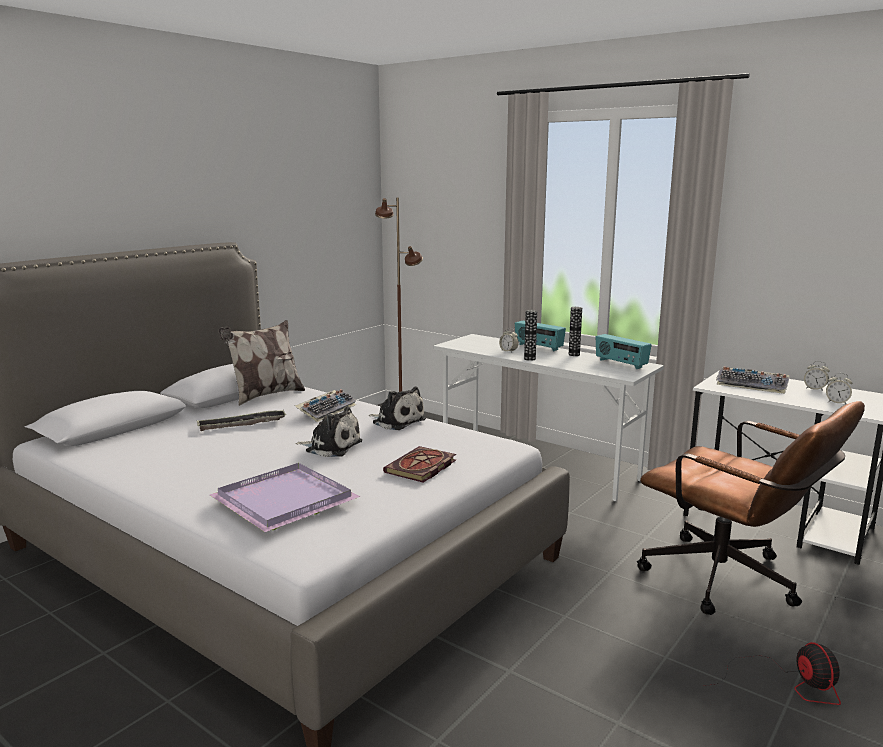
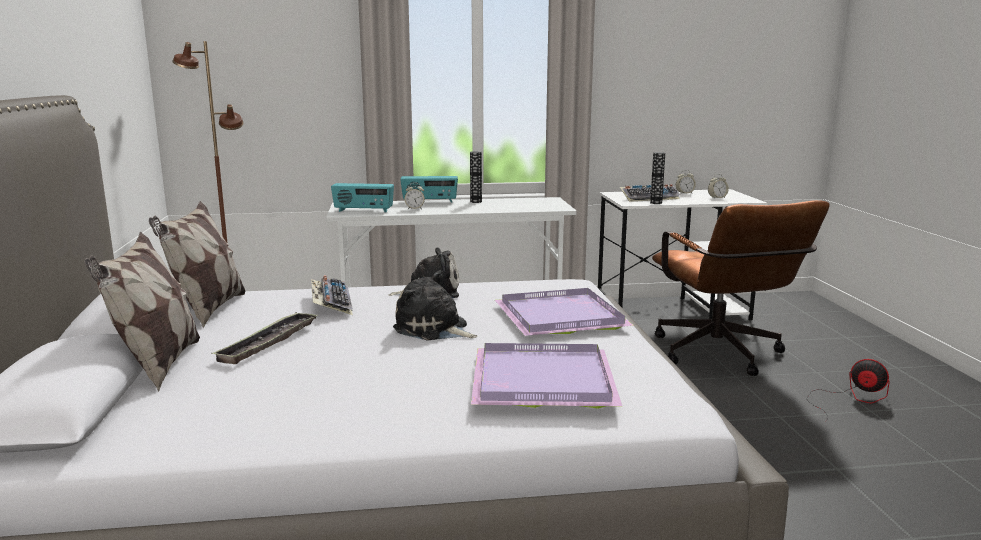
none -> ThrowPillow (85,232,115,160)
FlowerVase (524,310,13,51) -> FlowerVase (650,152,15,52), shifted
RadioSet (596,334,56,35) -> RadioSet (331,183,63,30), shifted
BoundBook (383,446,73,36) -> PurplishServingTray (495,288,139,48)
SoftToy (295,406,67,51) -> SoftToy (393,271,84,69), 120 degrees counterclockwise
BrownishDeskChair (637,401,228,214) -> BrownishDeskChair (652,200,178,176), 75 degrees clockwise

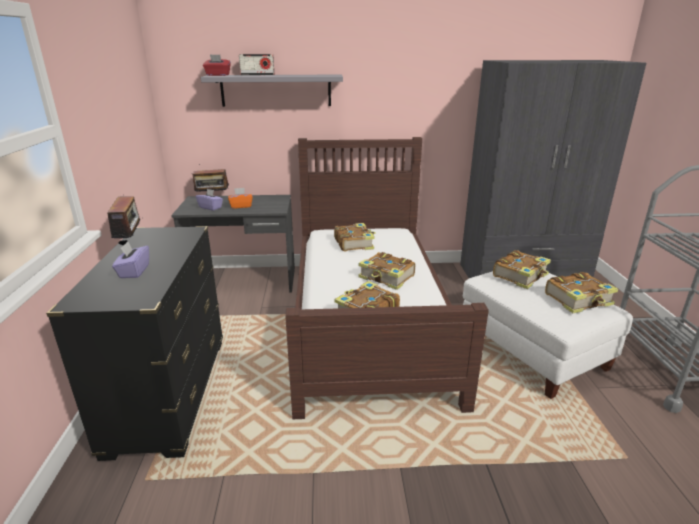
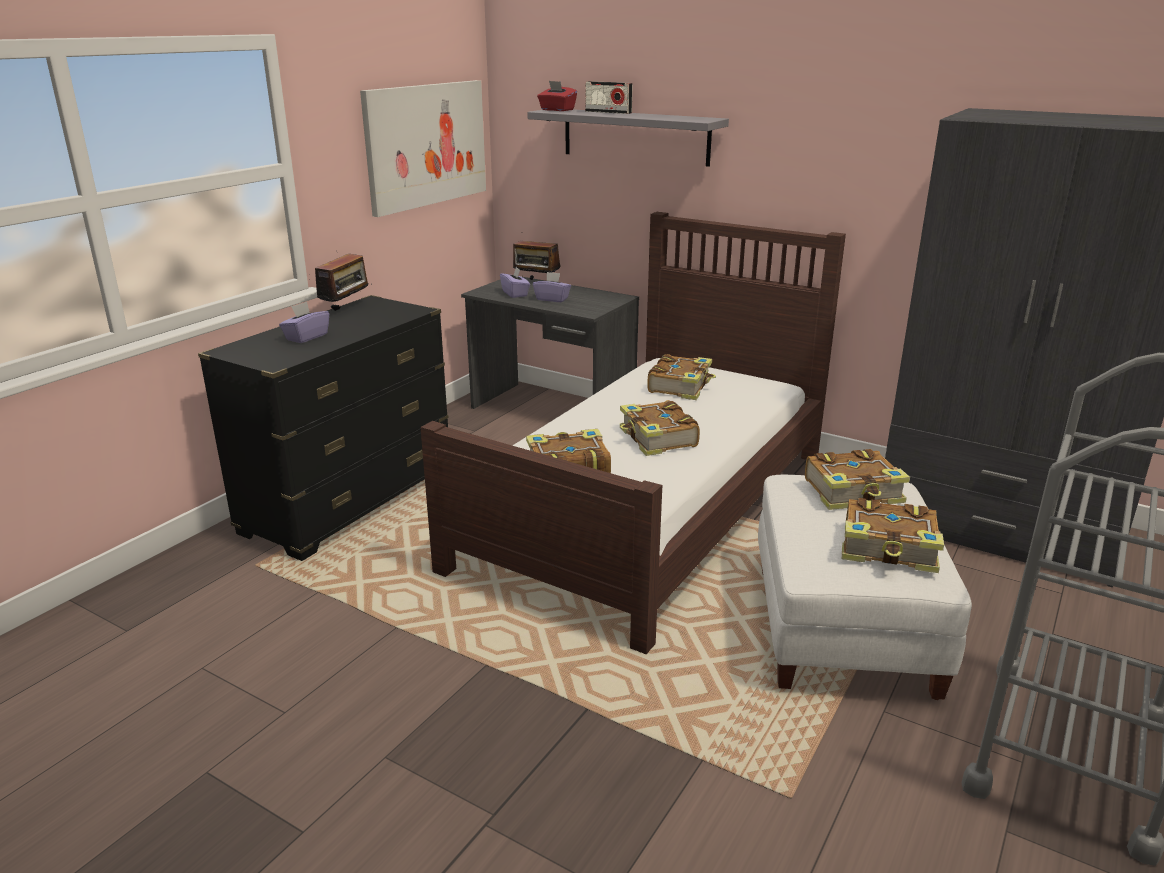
none -> WallPicture (360,80,126,137)
OrangeColouredTissueBox (228,188,25,21) -> PurplishTissueBox (533,272,38,30)

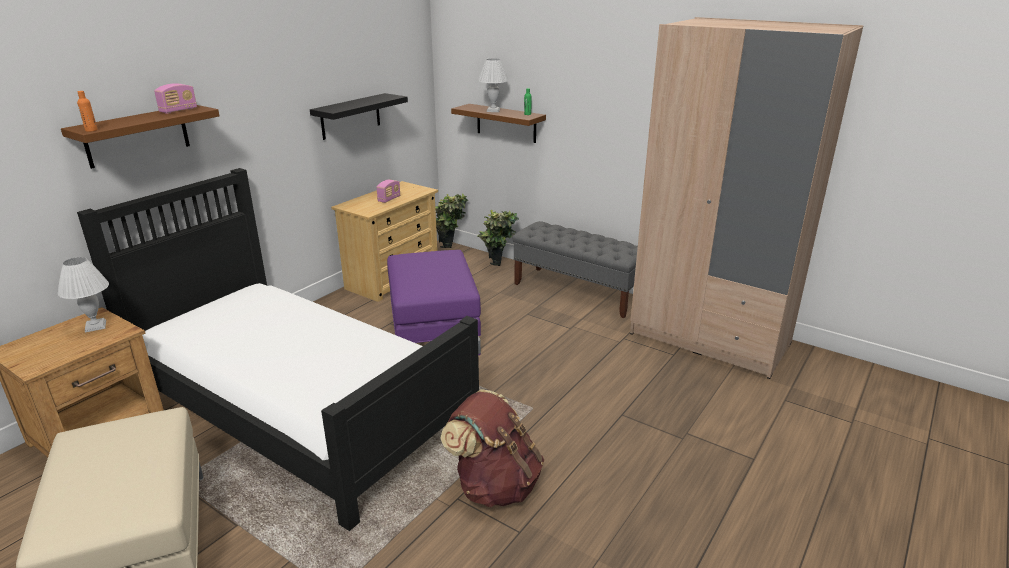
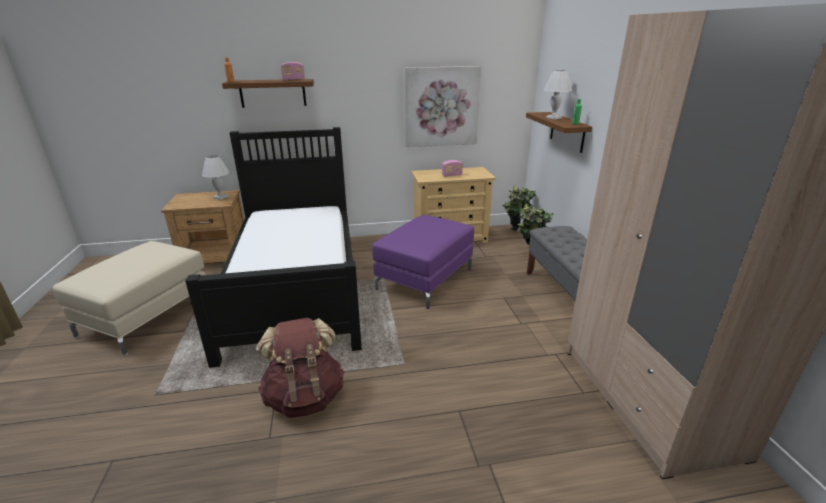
BlackColouredBracketShelf (310,93,98,47) -> WallPicture (404,66,77,81)

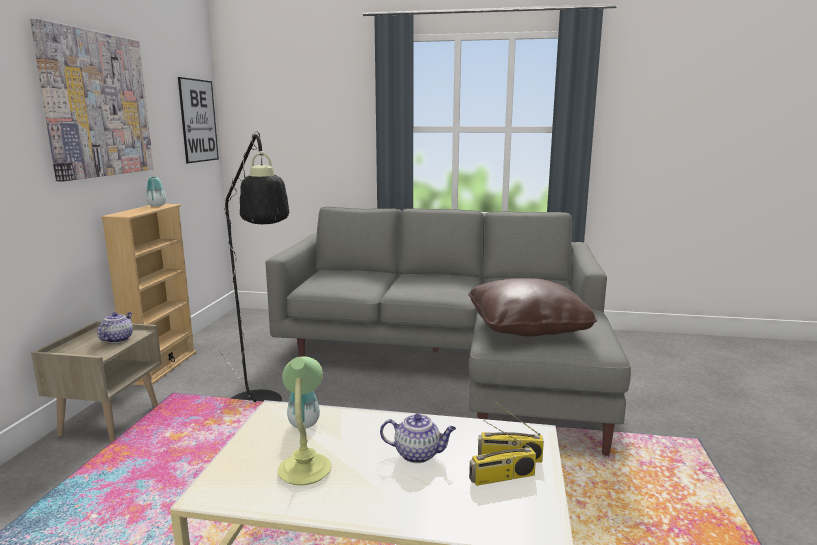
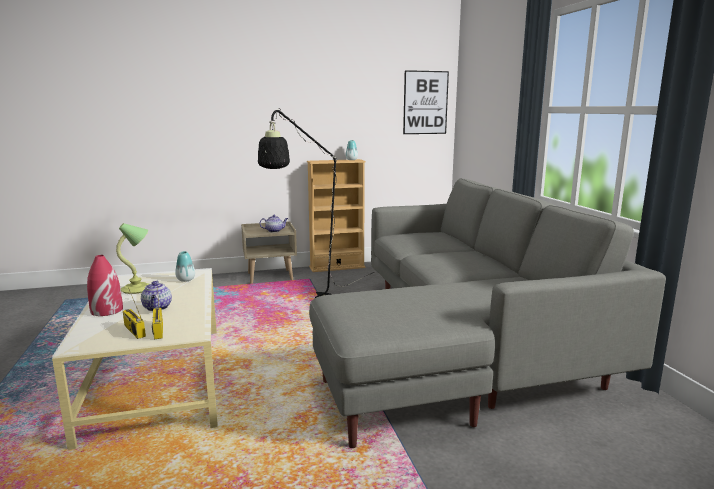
WallPicture (30,18,124,163) -> none
BrownishThrowPillow (468,278,129,59) -> none
none -> ReddishFlowerVase (87,255,36,61)

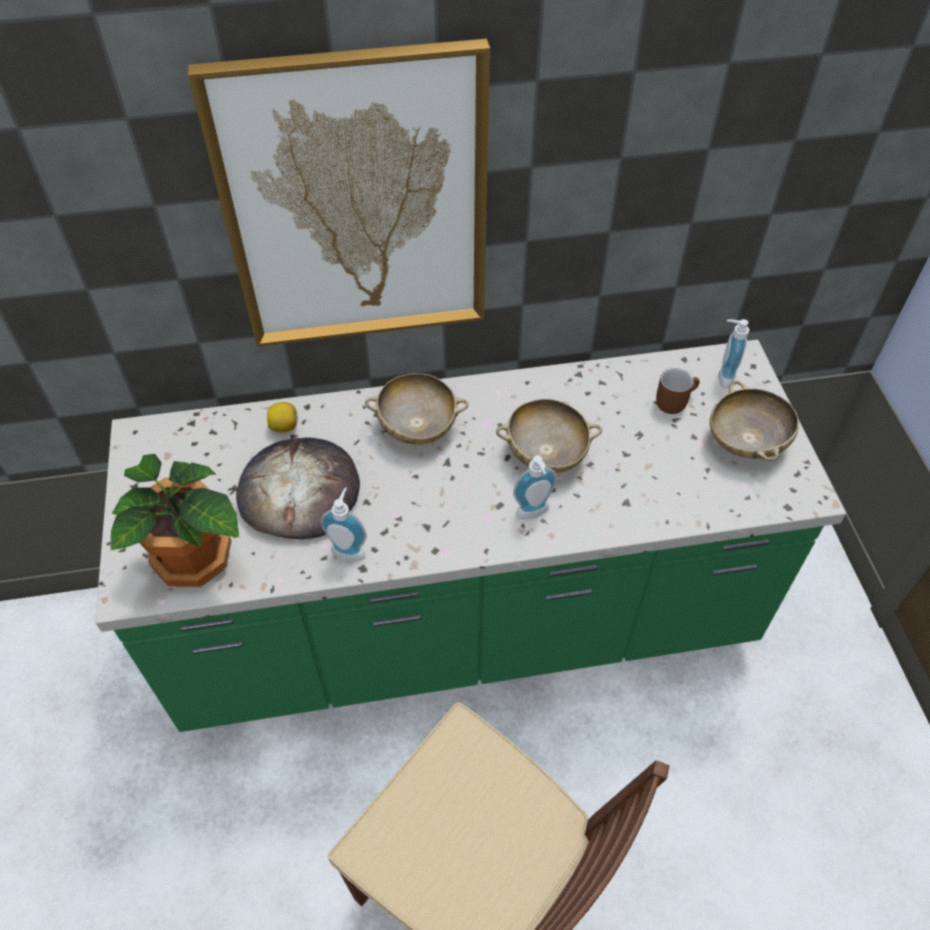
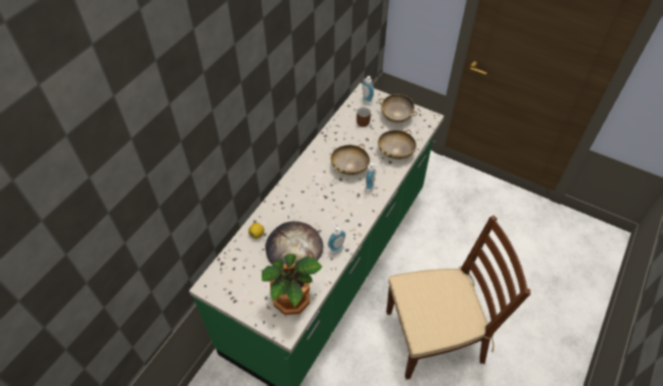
WallPicture (188,39,302,308) -> none
SandColouredBowl (365,373,103,72) -> SandColouredBowl (378,129,38,30), shifted

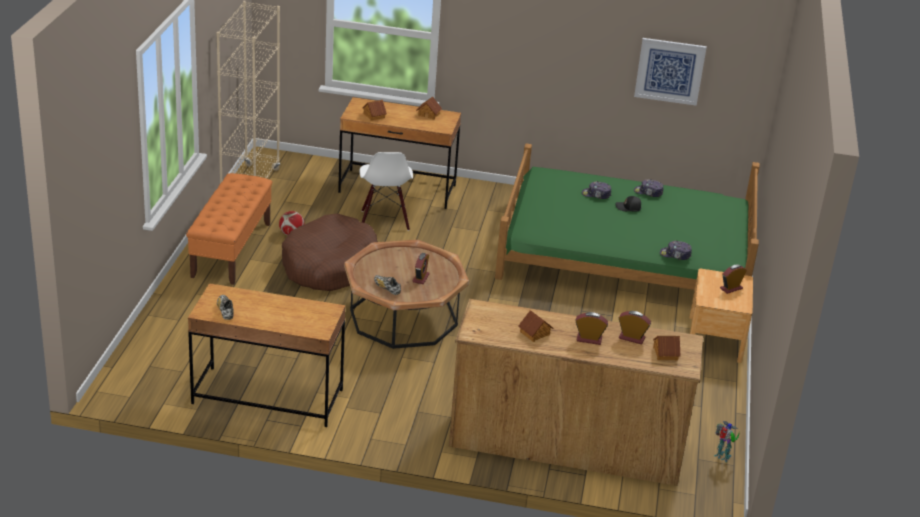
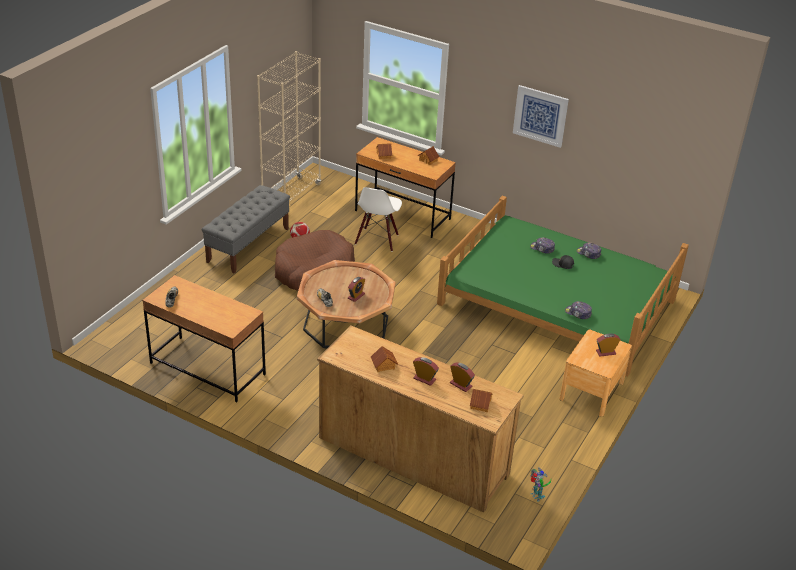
WallPicture (634,38,73,68) -> WallPicture (513,85,56,63), shifted
OrangeColouredIndoorBench (186,173,86,112) -> GreyishIndoorBench (202,185,88,89)

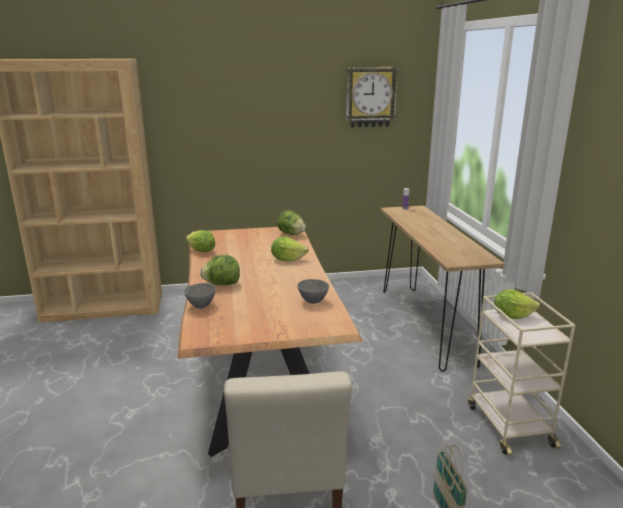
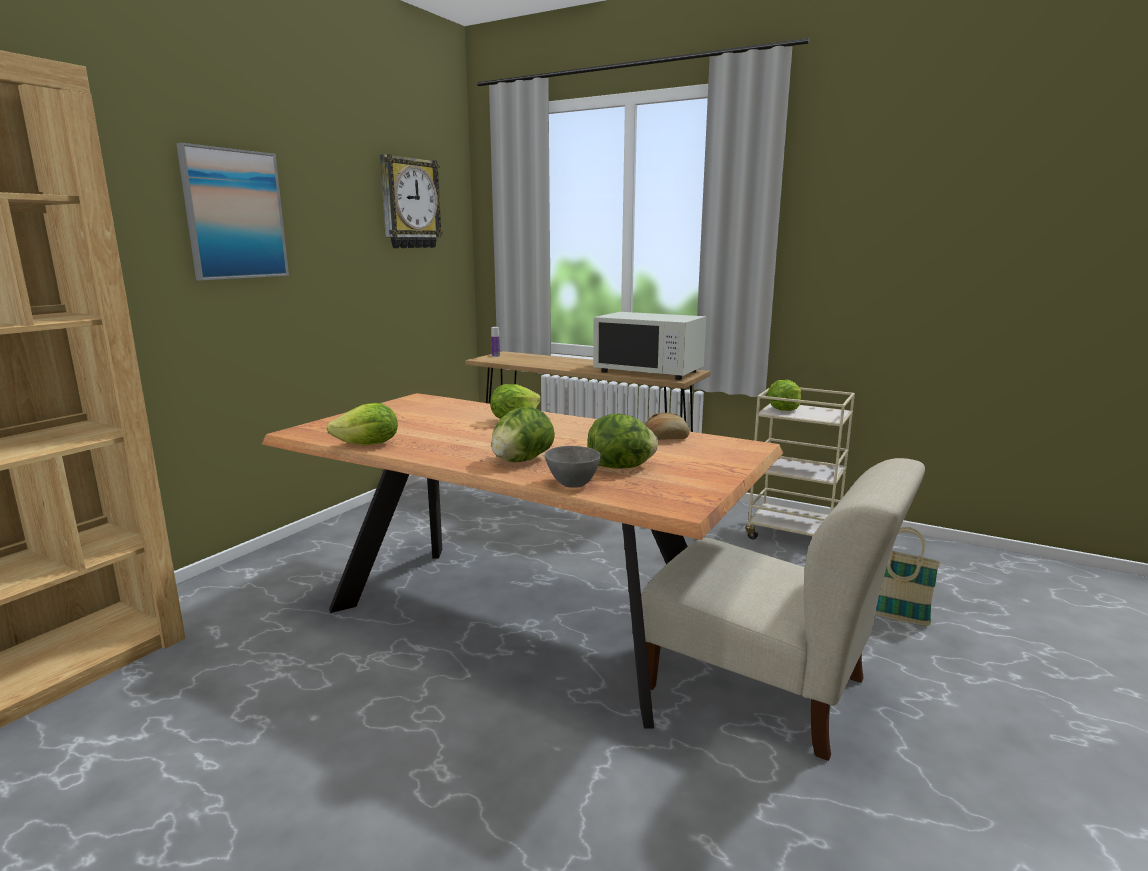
none -> WallPicture (176,143,113,137)
none -> WhitishKitchenMicrowave (593,312,113,68)
LettuceHead (277,210,29,25) -> LettuceHead (587,414,71,55), shifted
GreyishBowl (297,279,32,25) -> BakeryBread (645,413,45,27)

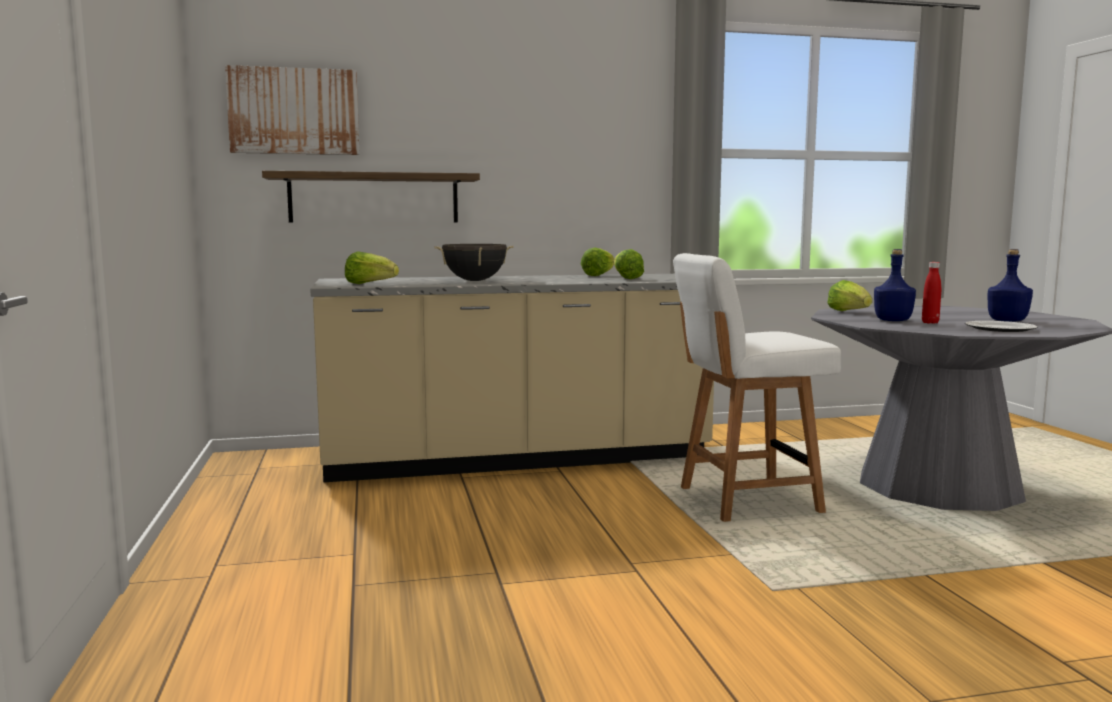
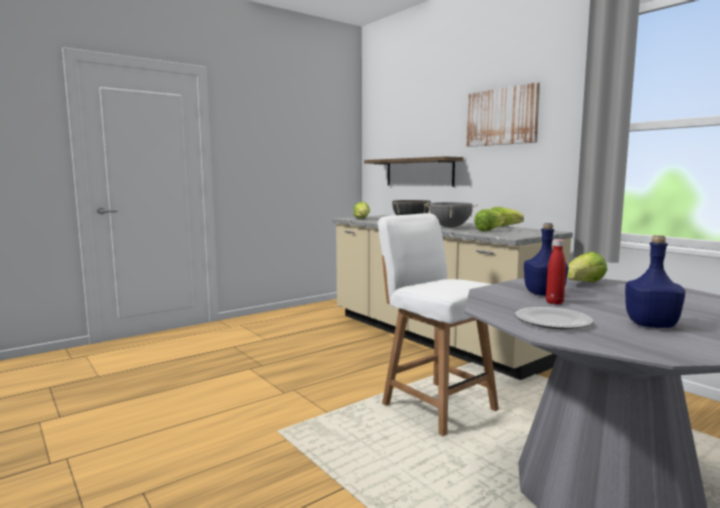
none -> GreyishSaucepot (424,202,54,26)
WallPicture (225,65,135,90) -> WallPicture (467,82,73,65), shifted

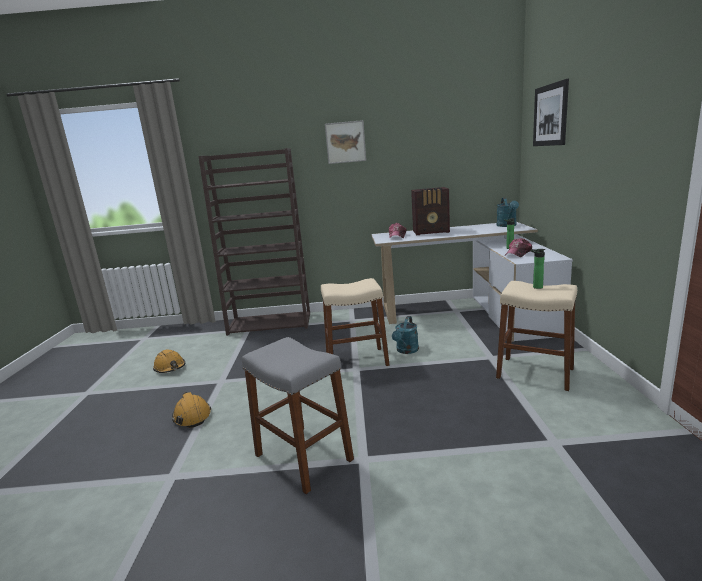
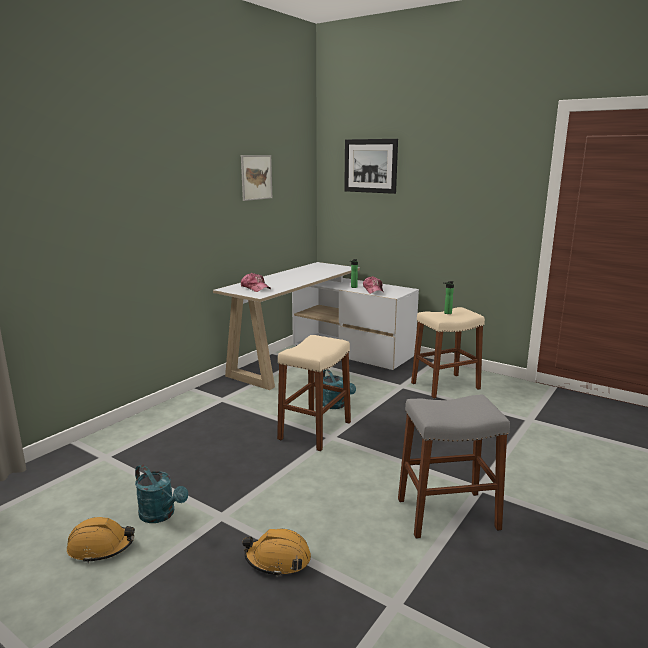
BrownishBookcase (198,148,112,188) -> none
RadioSet (411,187,39,48) -> none
WallPicture (325,120,41,44) -> WallPicture (241,155,31,46), shifted
BlueGreenWateringPot (496,198,23,29) -> BlueGreenWateringPot (135,464,53,59), shifted

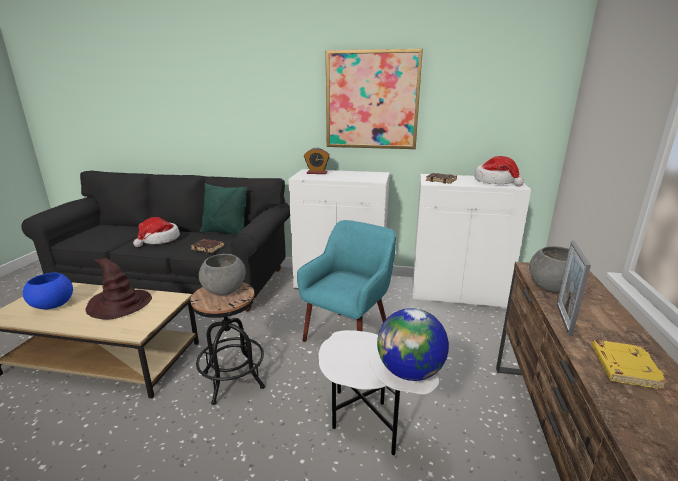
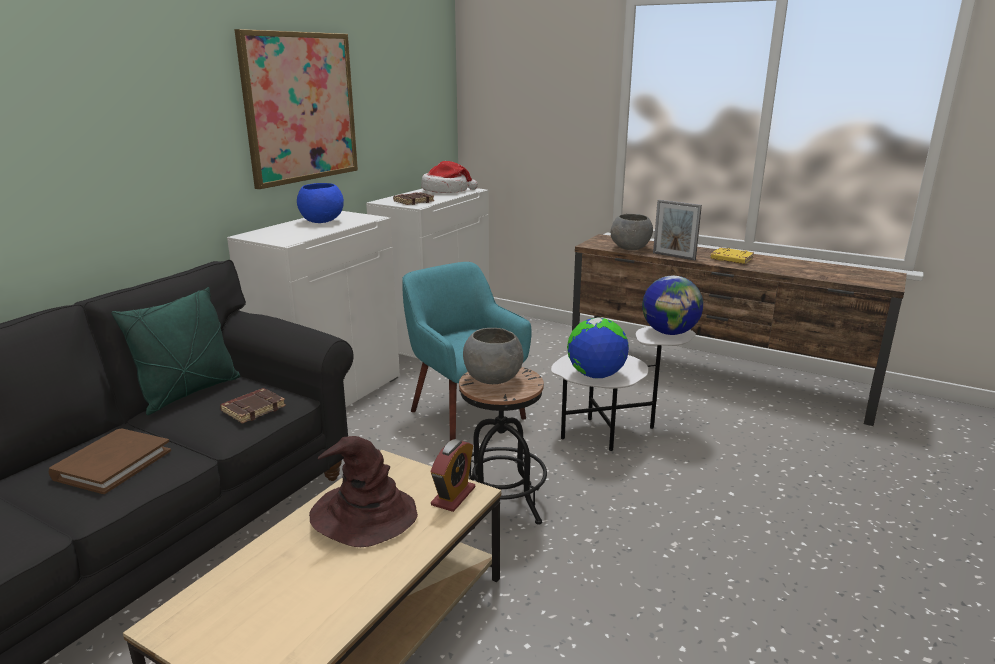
none -> DeskGlobe (567,317,62,61)
BlueColouredBowl (23,272,50,37) -> BlueColouredBowl (297,183,47,40), shifted
TableClock (304,148,26,26) -> TableClock (431,439,44,73), shifted
Hat (133,217,47,30) -> BrownishBoundBook (49,429,122,65)

